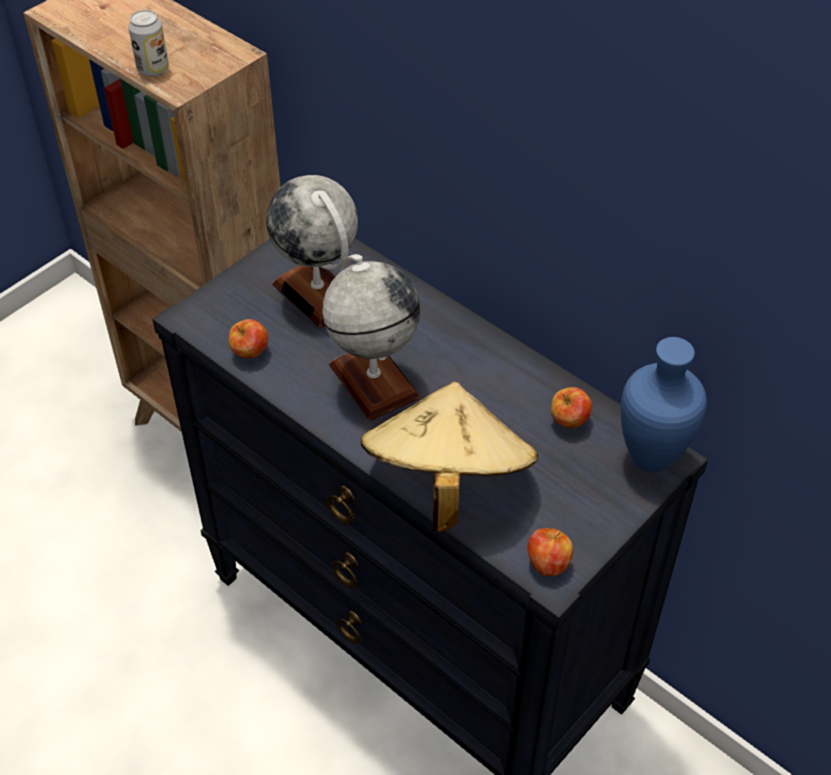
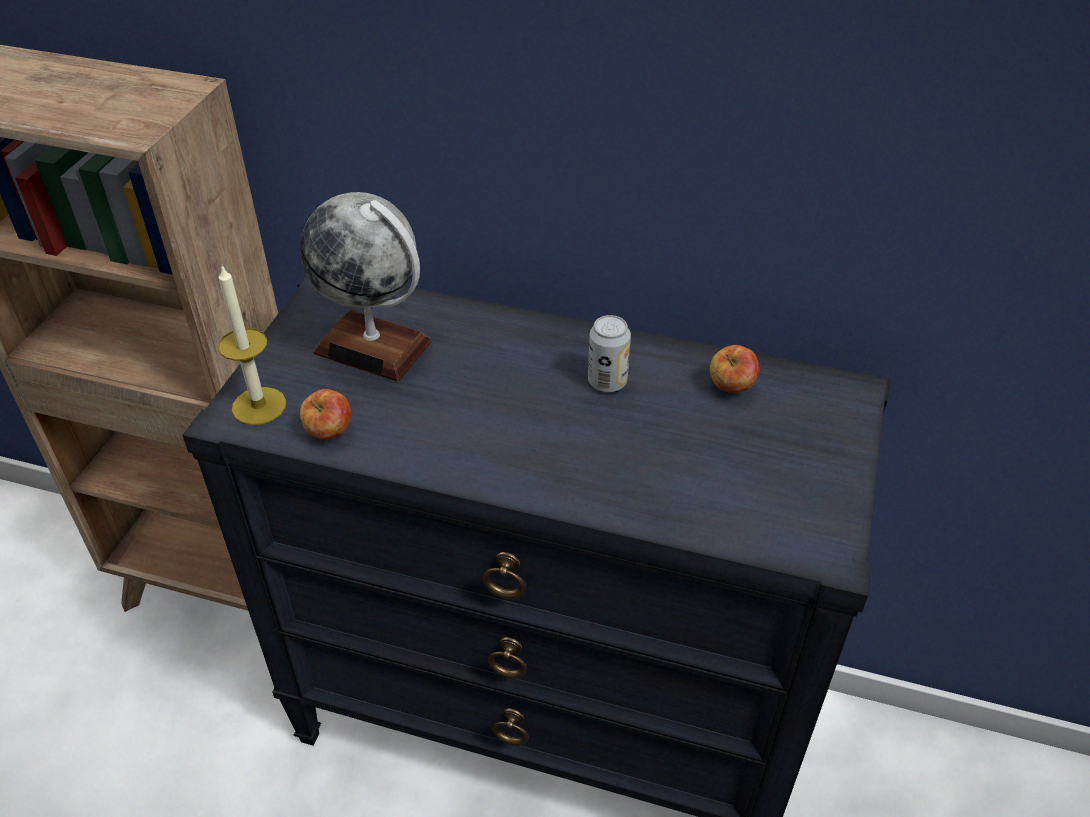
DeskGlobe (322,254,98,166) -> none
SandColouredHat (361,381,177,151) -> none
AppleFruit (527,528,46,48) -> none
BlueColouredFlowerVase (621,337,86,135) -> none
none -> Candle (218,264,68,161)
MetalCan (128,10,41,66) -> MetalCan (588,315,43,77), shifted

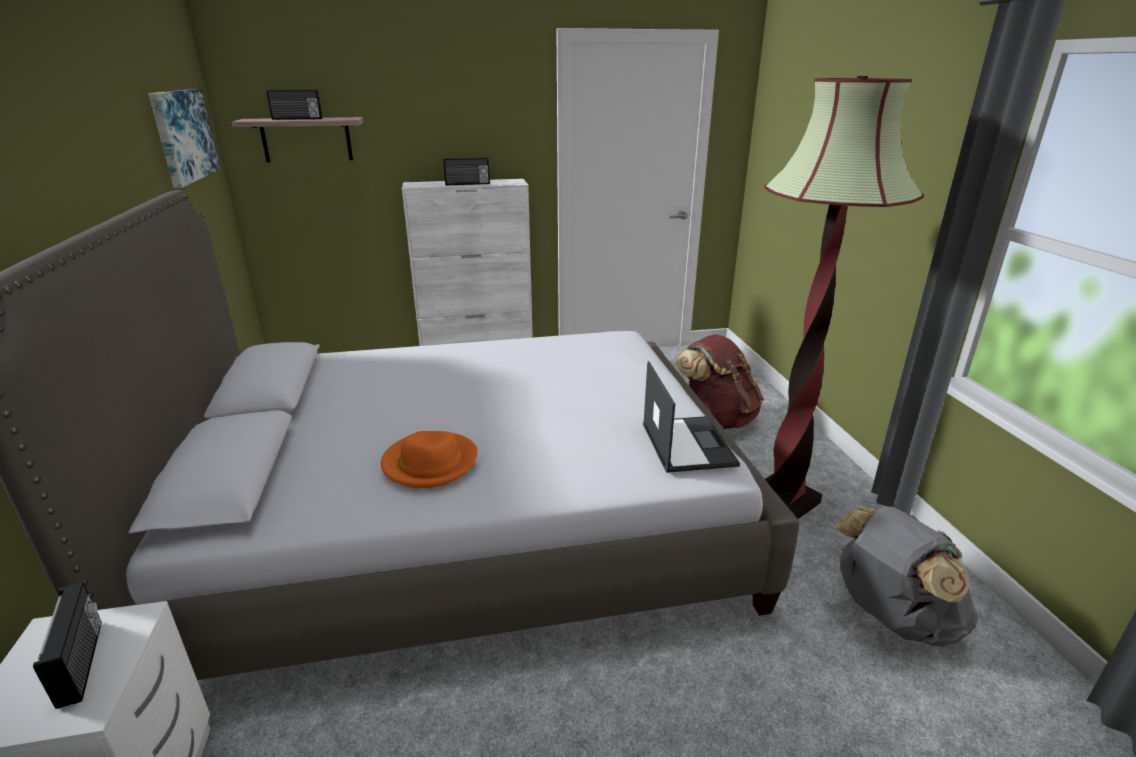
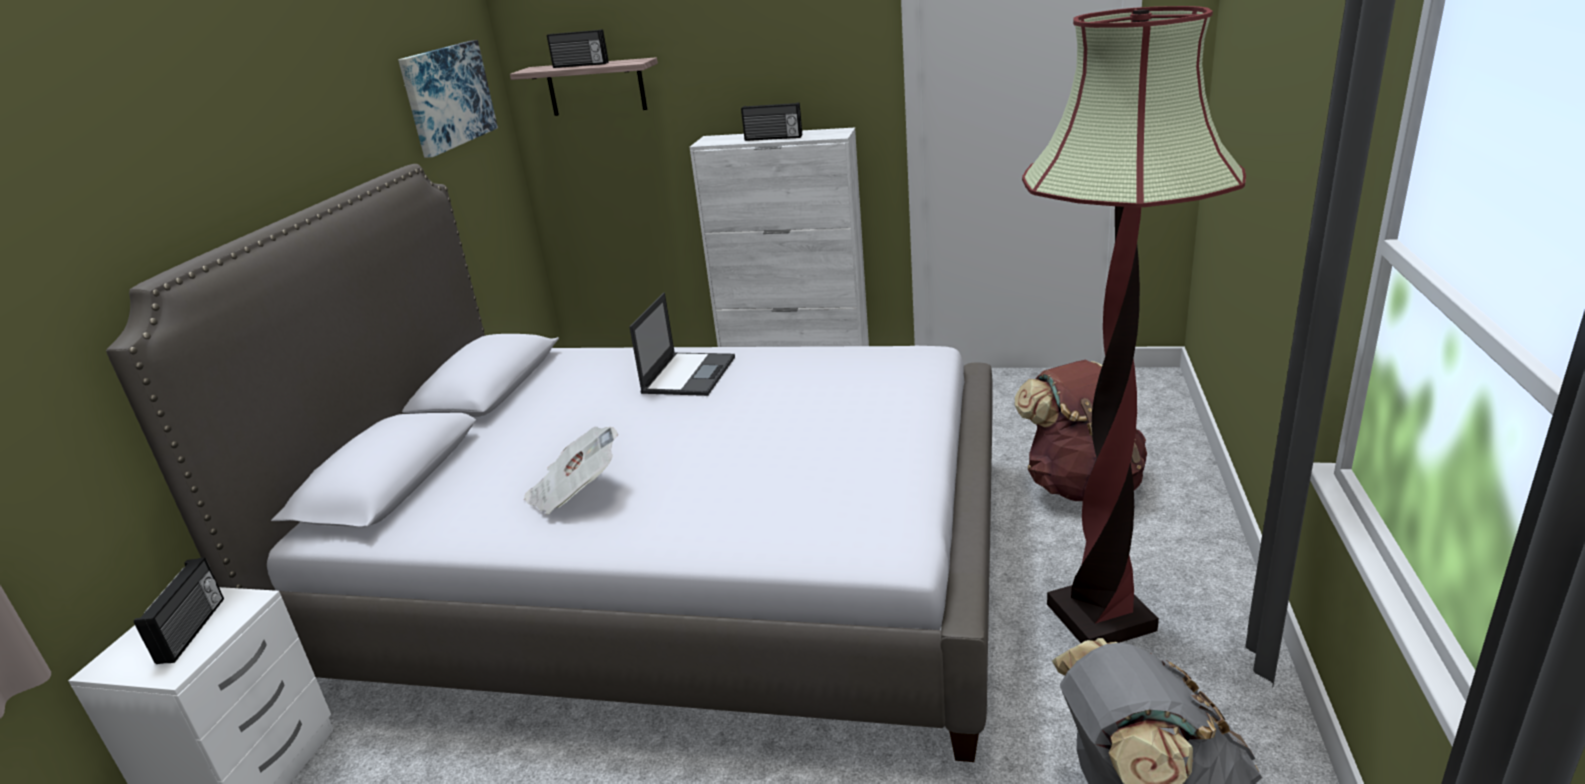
NotebookComputer (643,361,97,112) -> NotebookComputer (629,293,106,103), shifted
OrangeColouredHat (381,431,97,57) -> PrintedPaper (524,426,94,89)

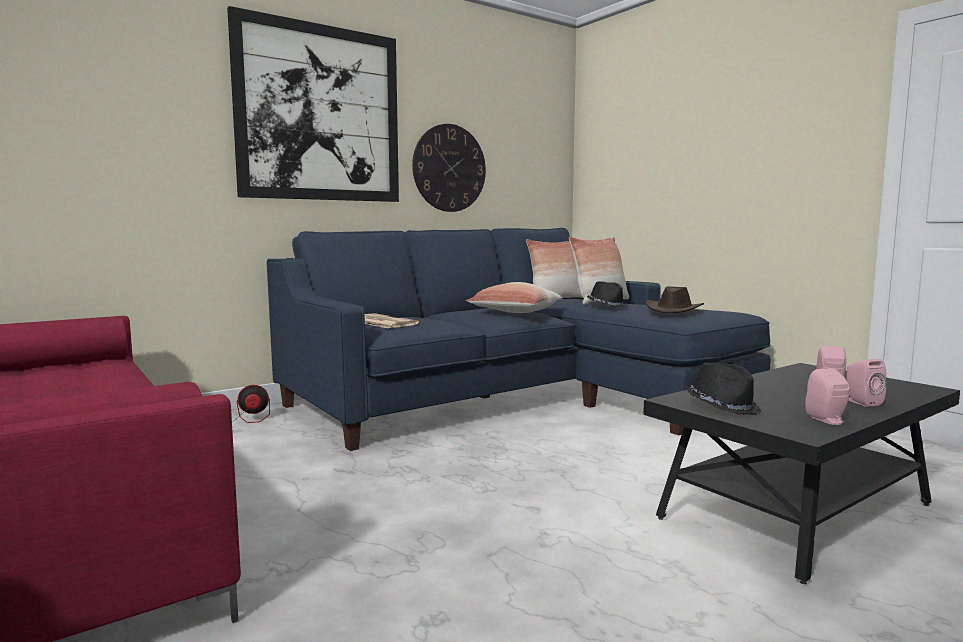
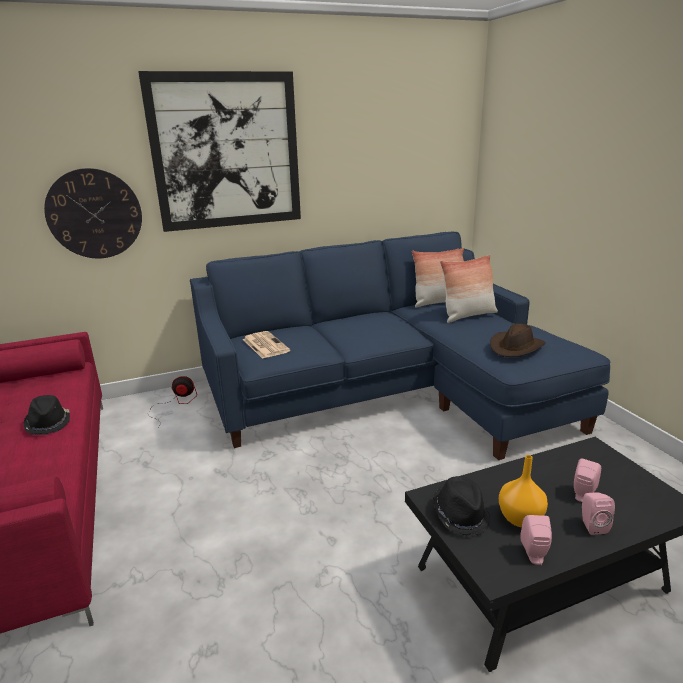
ThrowPillow (466,282,97,31) -> none
none -> OrangeColouredFlowerVase (499,455,49,72)
HangingClock (412,124,74,88) -> HangingClock (44,168,98,90), shifted
BlackColouredHat (587,281,40,27) -> BlackColouredHat (23,395,47,40), shifted

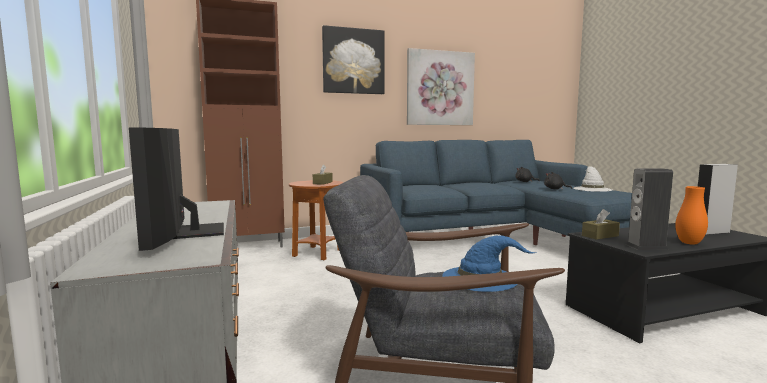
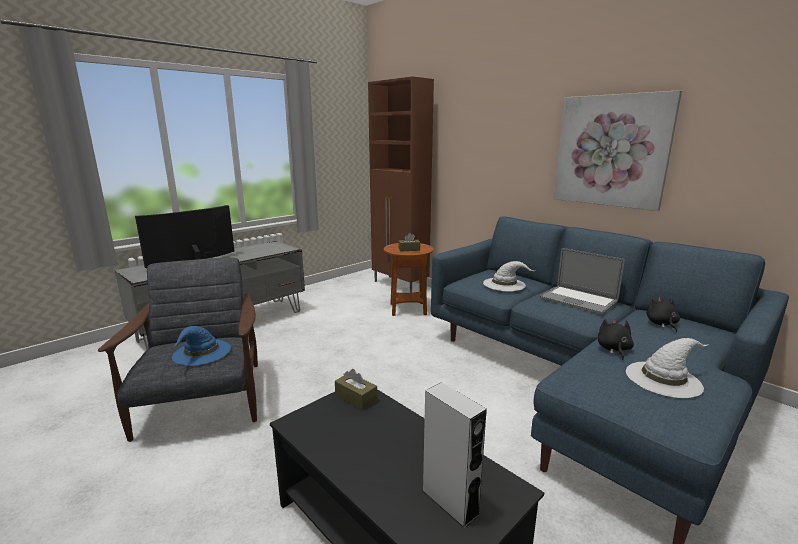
WallPicture (322,25,63,69) -> none
AudioSpeaker (625,169,48,81) -> none
OrangeColouredFlowerVase (675,186,33,59) -> none
none -> WhitishHat (483,261,50,30)
none -> NotebookComputer (539,248,86,67)

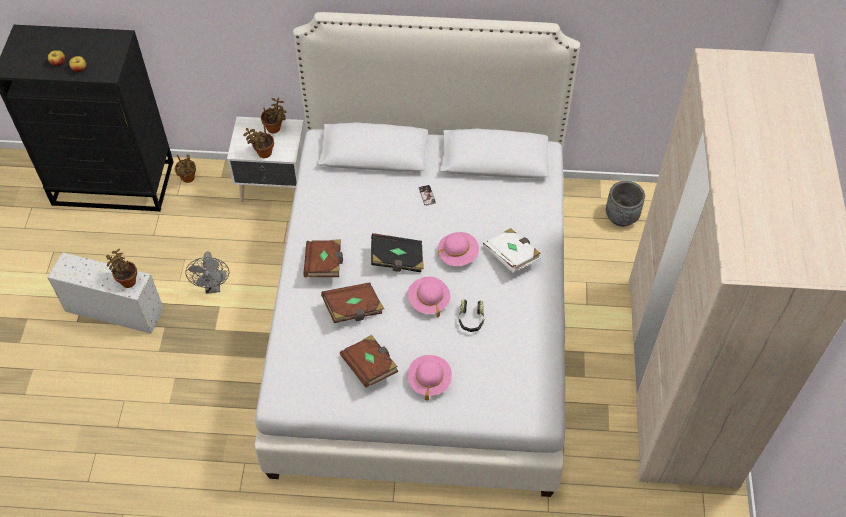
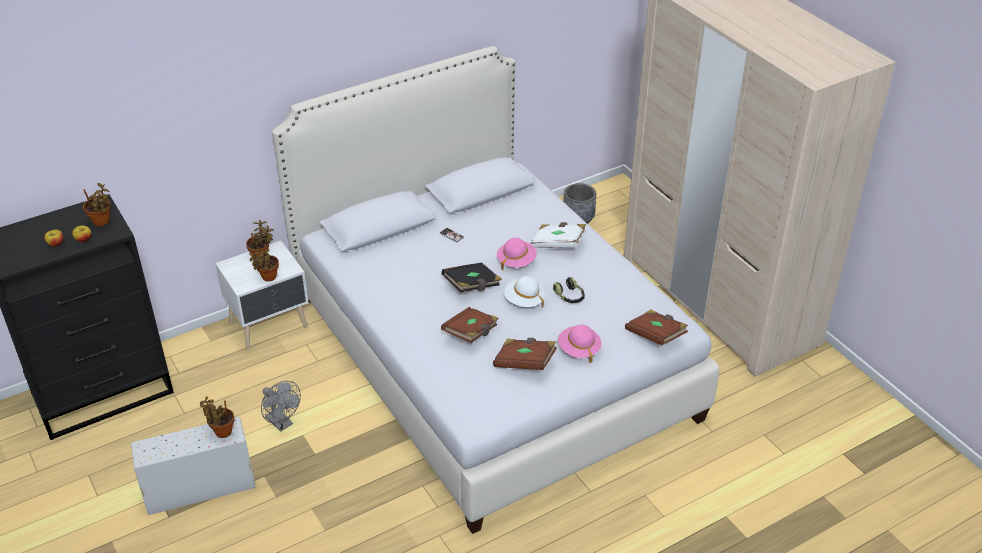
PottedPlant (175,154,21,29) -> PottedPlant (83,183,28,43), shifted
BrownishBoundBook (303,239,40,38) -> BrownishBoundBook (625,309,63,36), shifted
PinkishHat (408,276,42,41) -> WhitishHat (504,276,41,32)

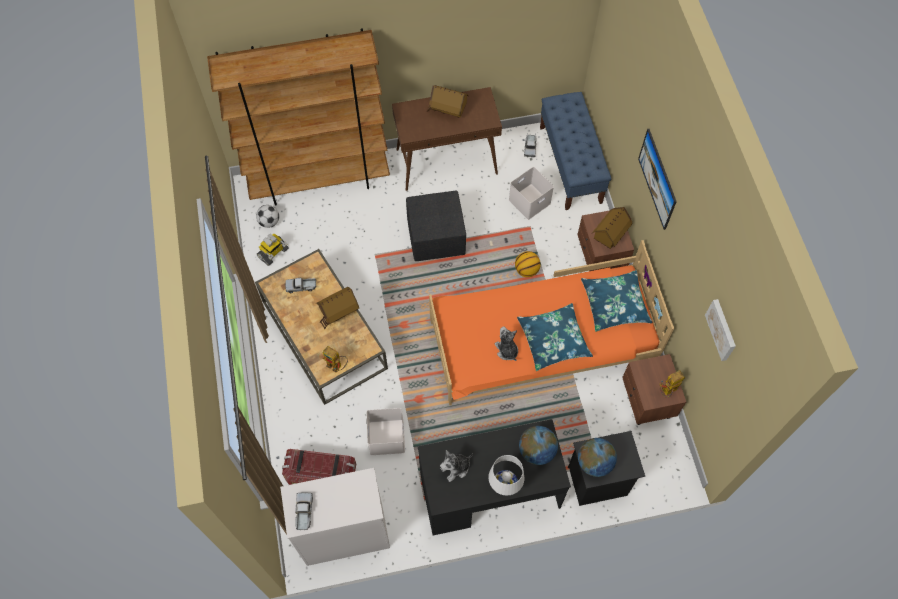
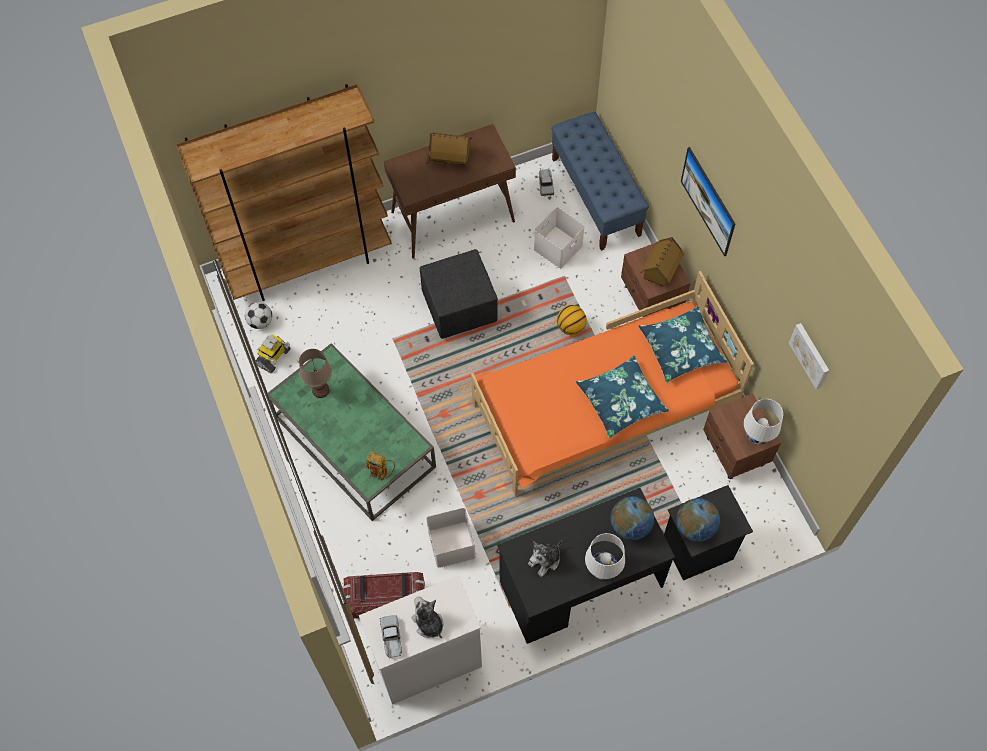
ModelHouse (315,287,44,42) -> none
SoftToy (495,326,23,35) -> SoftToy (411,596,32,42), shifted
ToyTruck (285,278,32,15) -> BrownishTabletopLamp (299,349,33,49)
RobotFigure (659,370,26,27) -> WhitishTabletopLamp (744,399,39,46)
BrownishLowTable (255,249,133,156) -> GreenLowTable (268,343,168,178)

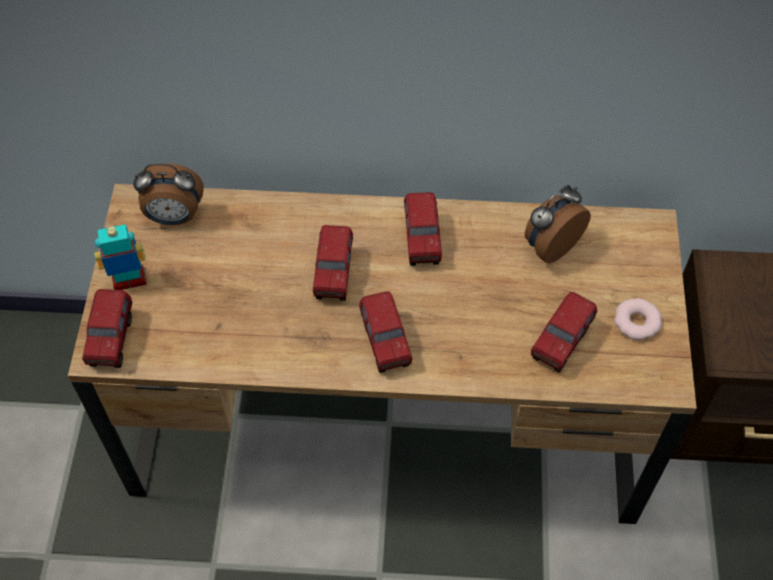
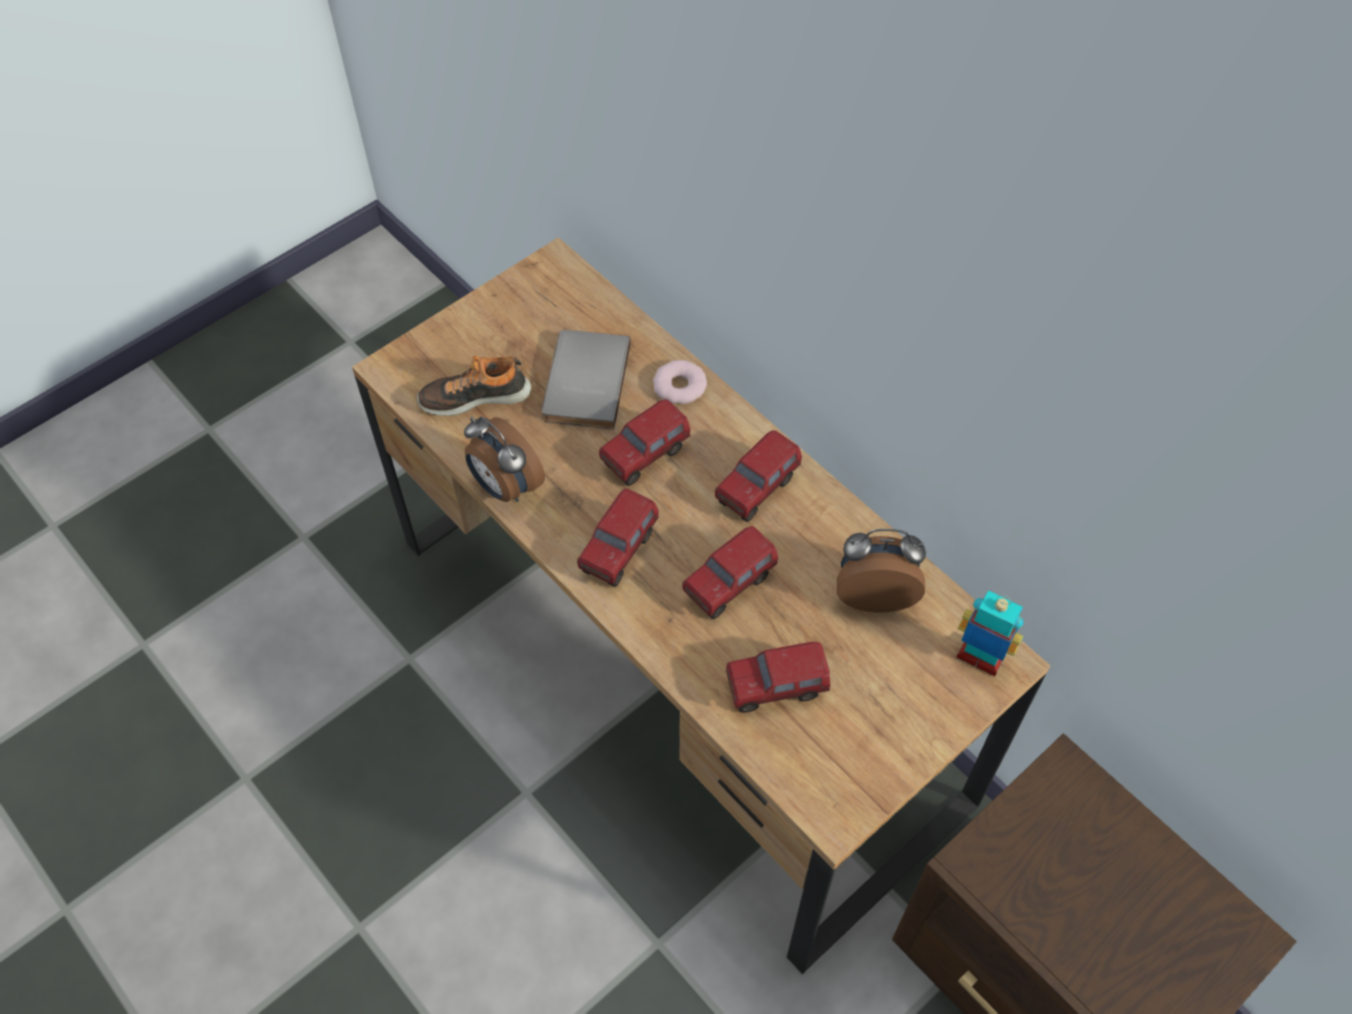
none -> LowShoe (416,356,115,60)
none -> GreyishBoundBook (542,330,89,100)
ToyTruck (82,289,51,79) -> ToyTruck (683,526,95,93), shifted
RobotFigure (94,223,53,67) -> RobotFigure (956,590,67,87), shifted
TableClock (133,163,71,62) -> TableClock (464,417,81,85), shifted
RingDoughnut (614,298,48,42) -> RingDoughnut (653,360,54,44), shifted

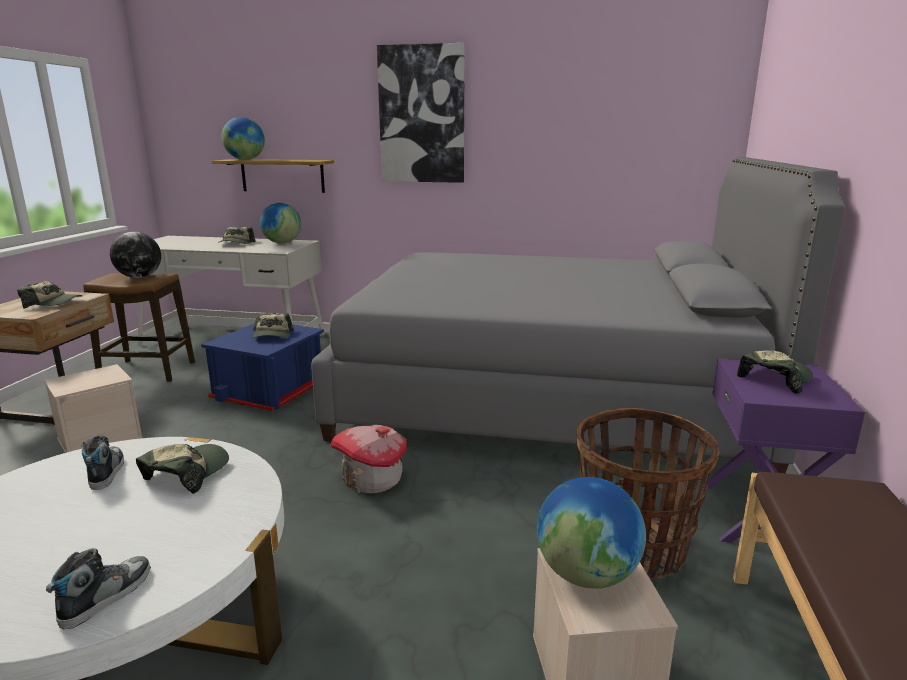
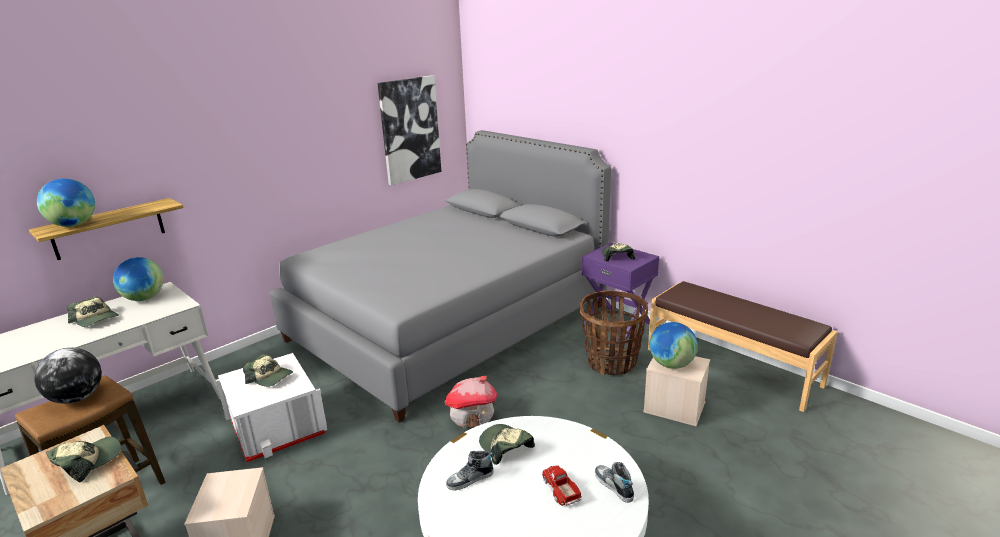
none -> ToyTruck (542,465,40,41)
WallPicture (377,43,88,140) -> WallPicture (377,75,64,110), shifted
BlueColouredStorageContainer (201,323,123,88) -> WhitishStorageContainer (216,353,112,109)
LowShoe (82,435,42,55) -> LowShoe (446,451,48,40), 45 degrees counterclockwise

